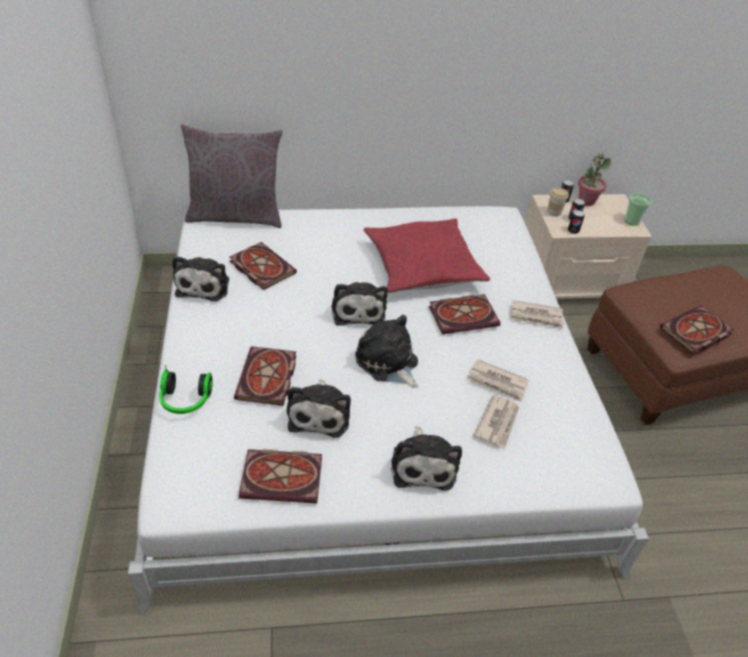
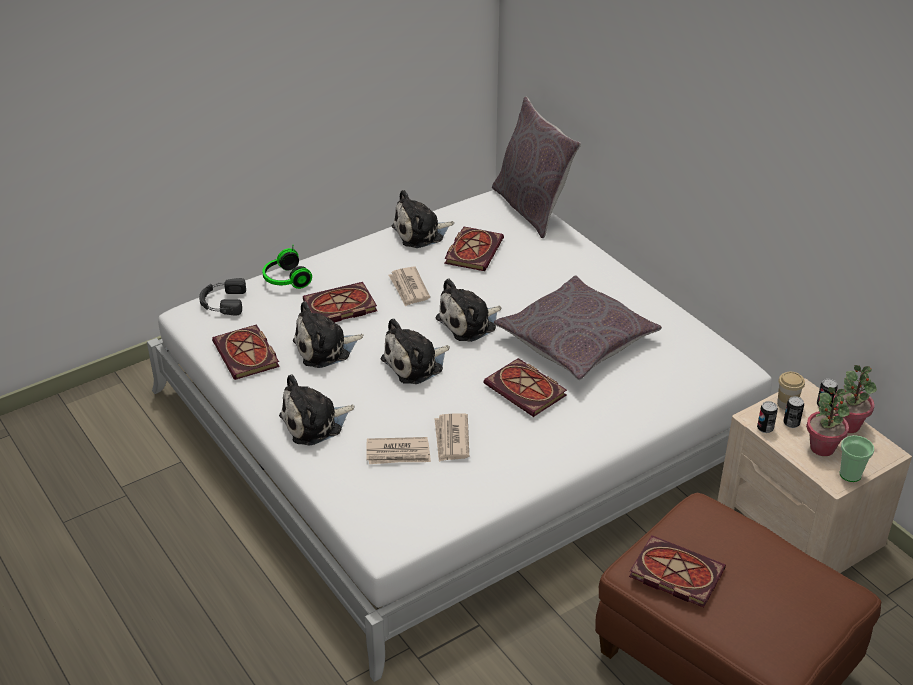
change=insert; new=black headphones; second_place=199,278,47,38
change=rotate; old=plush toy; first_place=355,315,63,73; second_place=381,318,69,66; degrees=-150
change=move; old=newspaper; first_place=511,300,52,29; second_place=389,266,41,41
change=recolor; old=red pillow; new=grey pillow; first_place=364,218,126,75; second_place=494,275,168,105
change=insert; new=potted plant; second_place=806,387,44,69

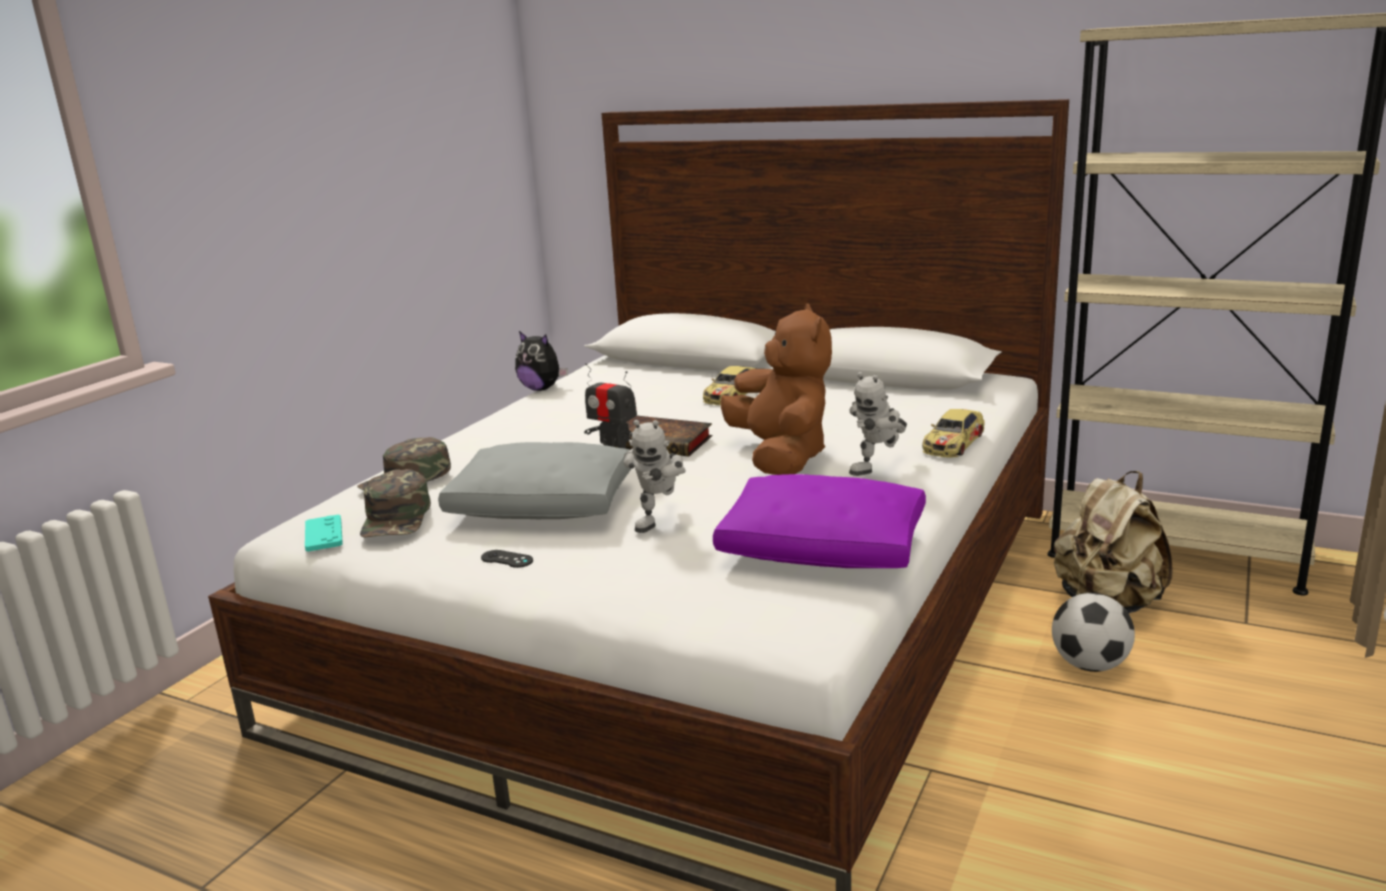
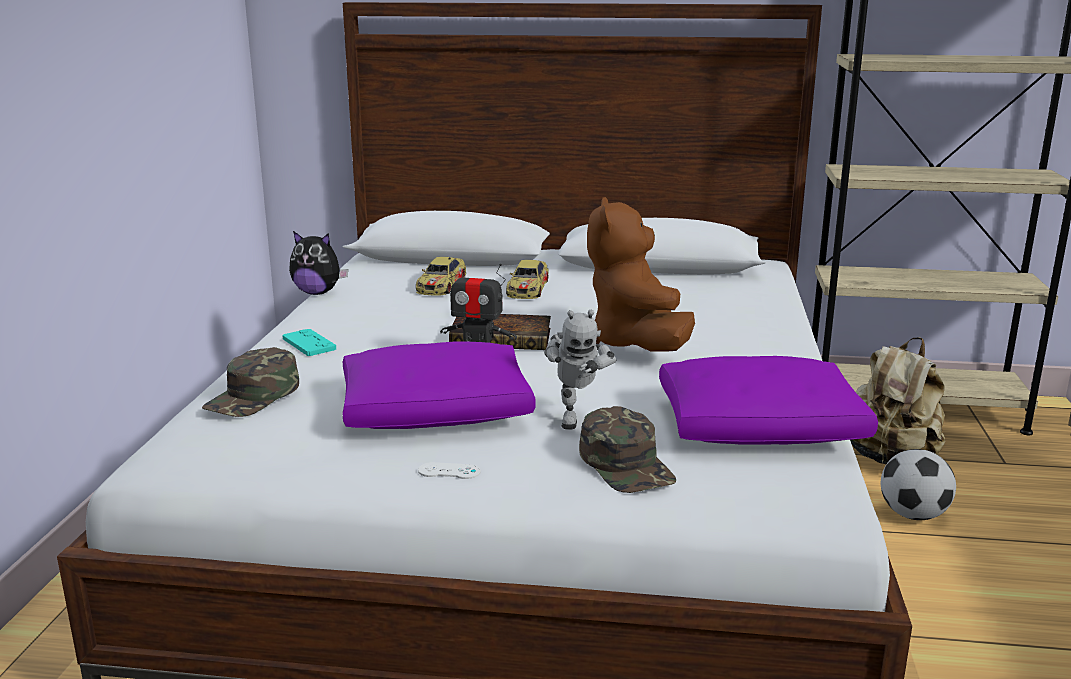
change=move; old=turquoise game controller; first_place=305,514,38,38; second_place=282,329,54,27
change=recolor; old=grey pillow; new=purple pillow; first_place=438,442,193,77; second_place=342,341,194,88
change=move; old=toy car; first_place=922,409,63,49; second_place=416,257,50,39
change=recolor; old=black game controller; new=white game controller; first_place=481,550,52,18; second_place=418,462,63,17
change=move; old=green cap; first_place=360,469,71,69; second_place=579,406,97,87
change=rotate; old=brown plush toy; first_place=721,304,111,171; second_place=587,197,108,155; degrees=-150
change=delete; old=toy robot; first_place=849,372,58,104

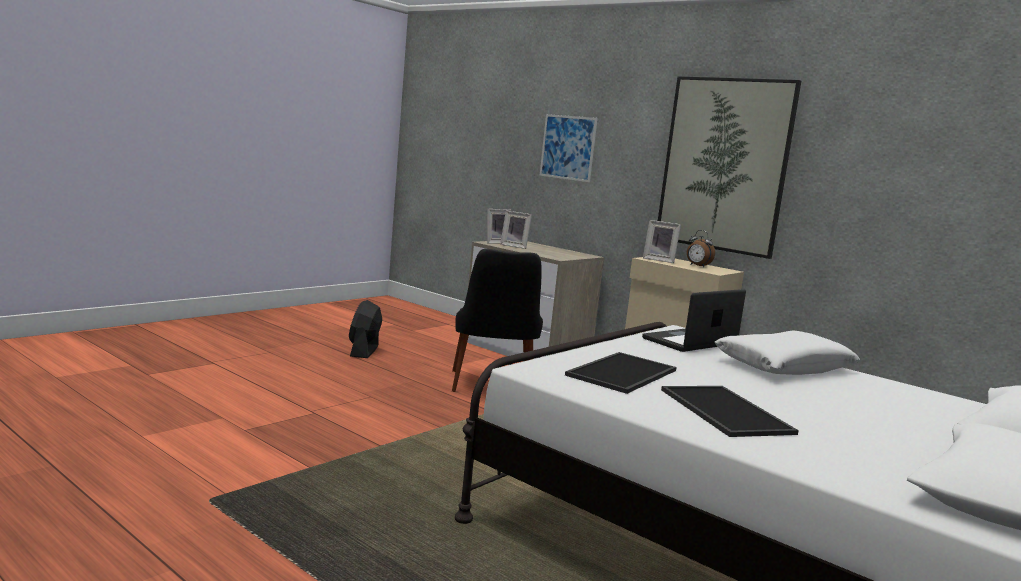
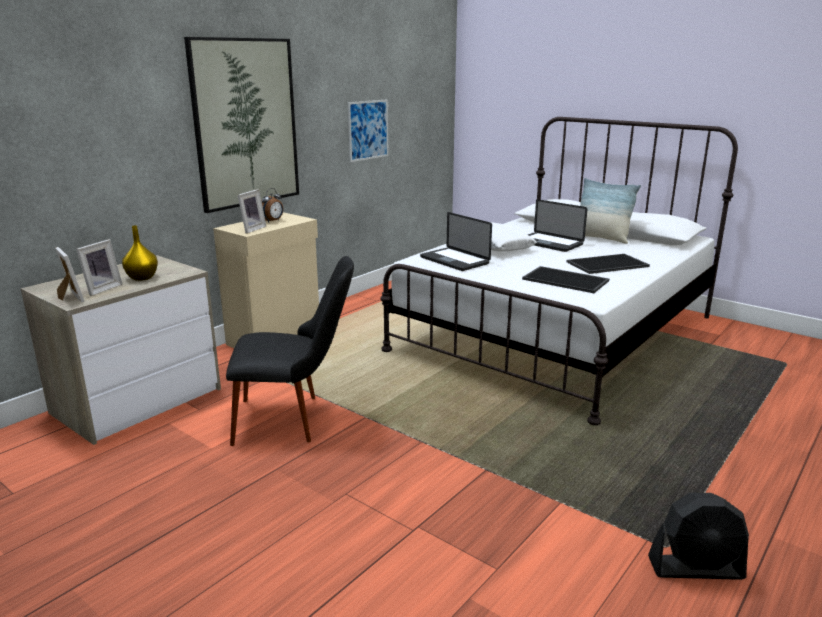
change=insert; new=yellow vase; second_place=122,225,36,56
change=move; old=picture; first_place=540,114,58,68; second_place=348,99,40,63
change=insert; new=laptop; second_place=528,199,59,53
change=insert; new=pillow; second_place=580,178,61,66
change=move; old=black fan; first_place=349,300,33,58; second_place=648,492,101,88

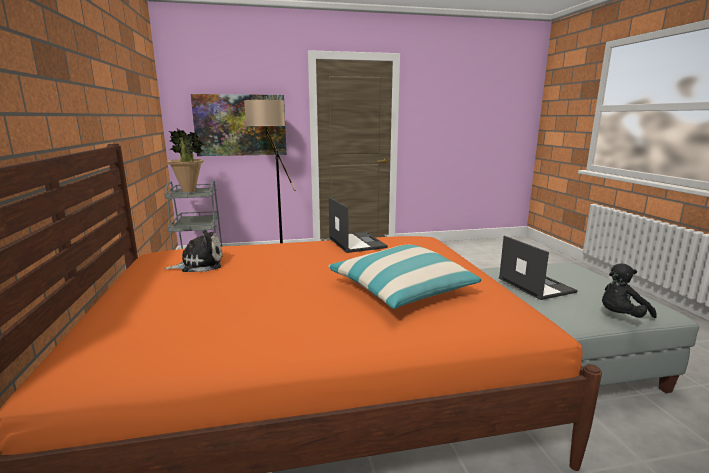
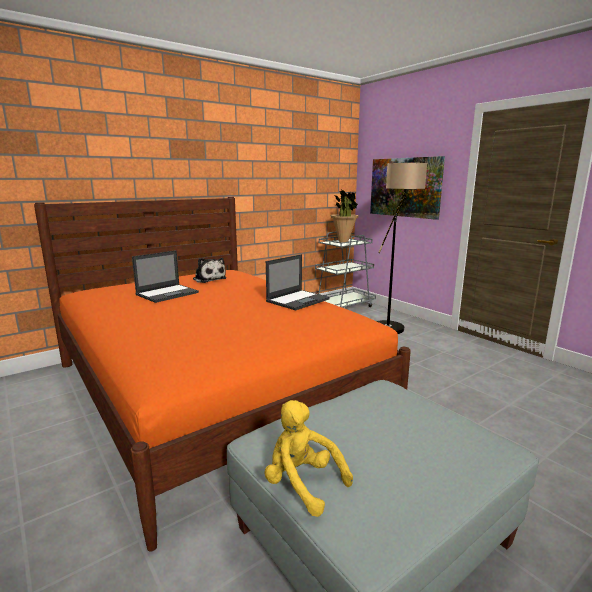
change=move; old=laptop; first_place=499,236,79,64; second_place=132,250,67,53
change=recolor; old=black plush toy; new=yellow plush toy; first_place=602,263,55,55; second_place=264,400,89,117
change=delete; old=pillow; first_place=329,245,152,64

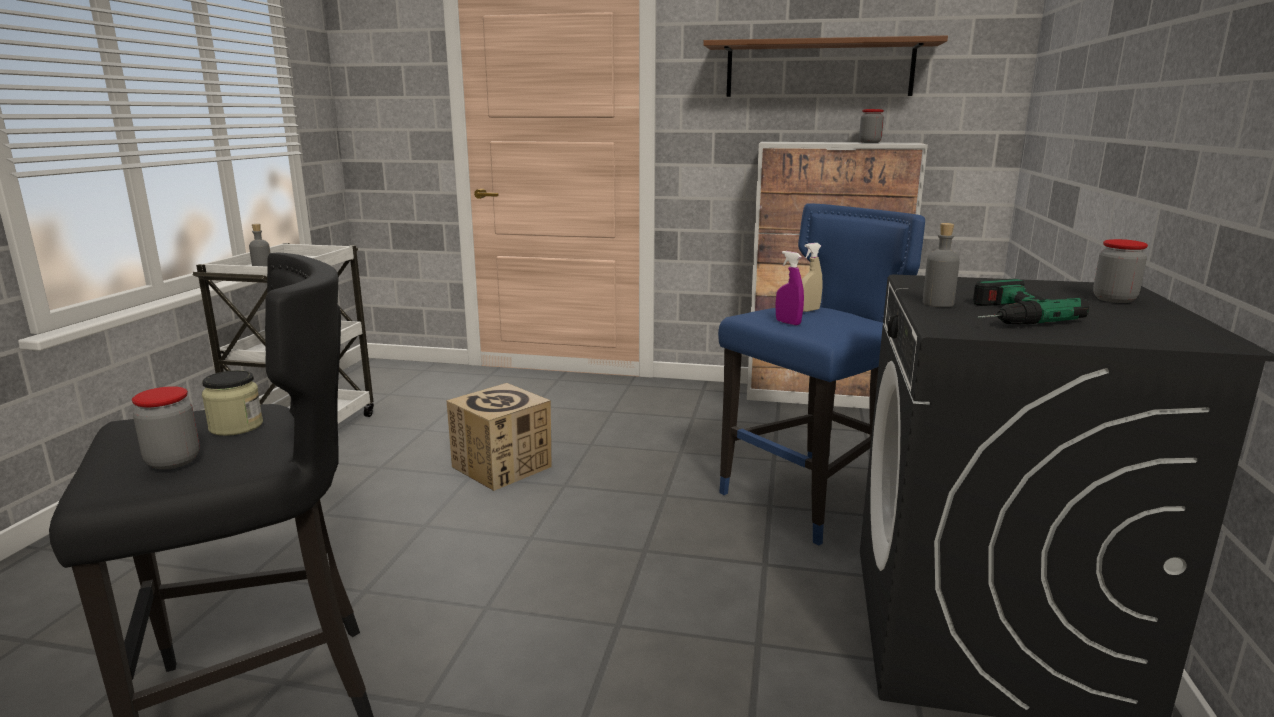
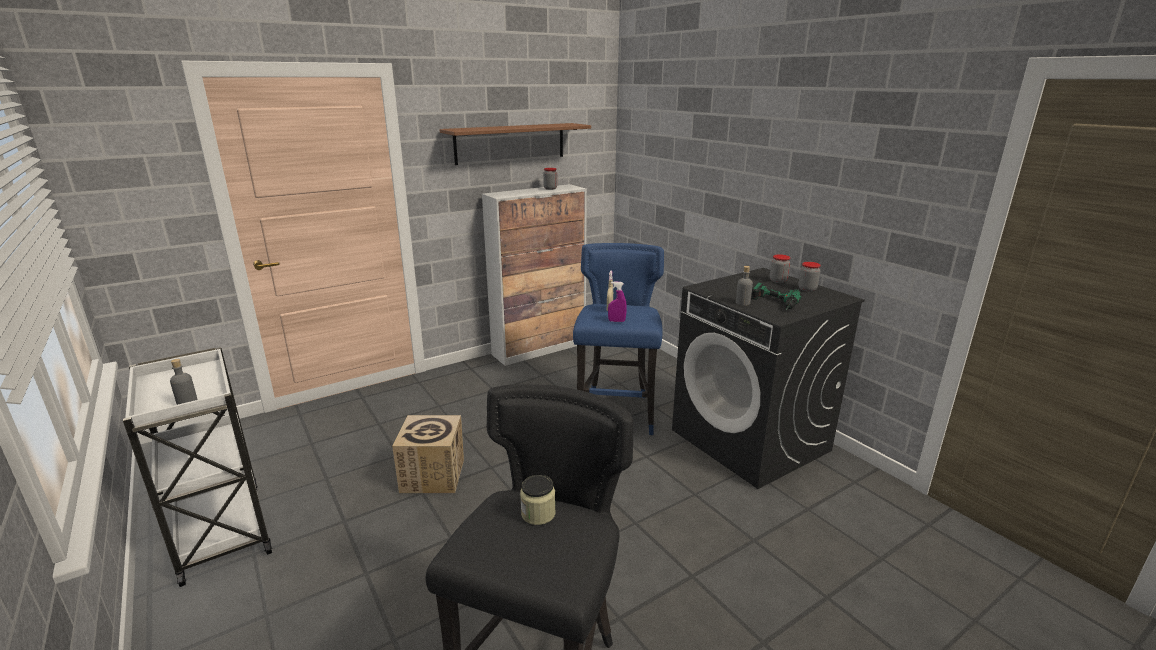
change=move; old=jar; first_place=132,386,68,83; second_place=798,262,23,30

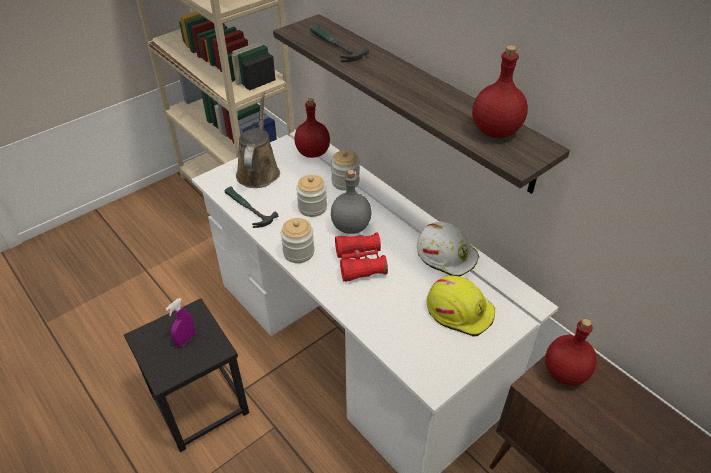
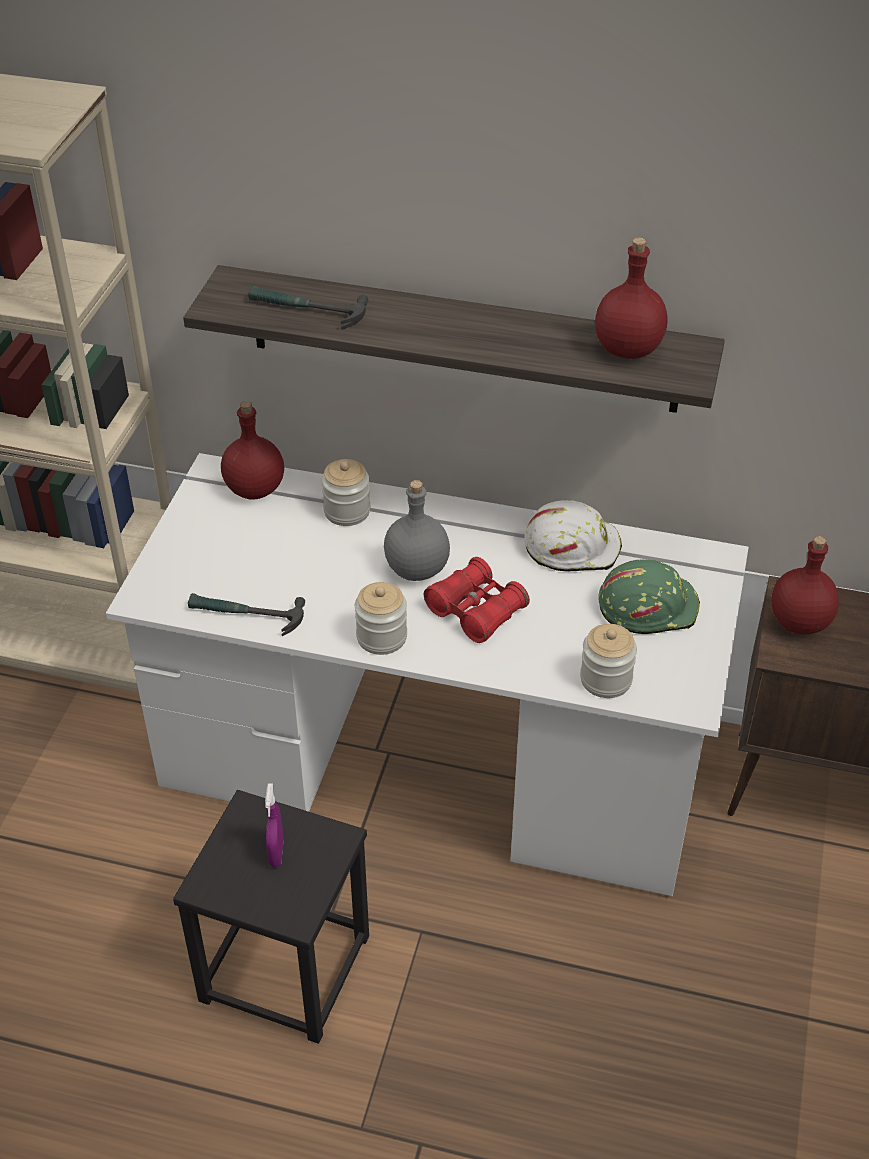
change=move; old=jar; first_place=296,175,31,42; second_place=580,624,57,74
change=recolor; old=yellow hard hat; new=green hard hat; first_place=427,275,68,62; second_place=598,559,102,75
change=delete; old=brown watering can; first_place=236,92,44,96

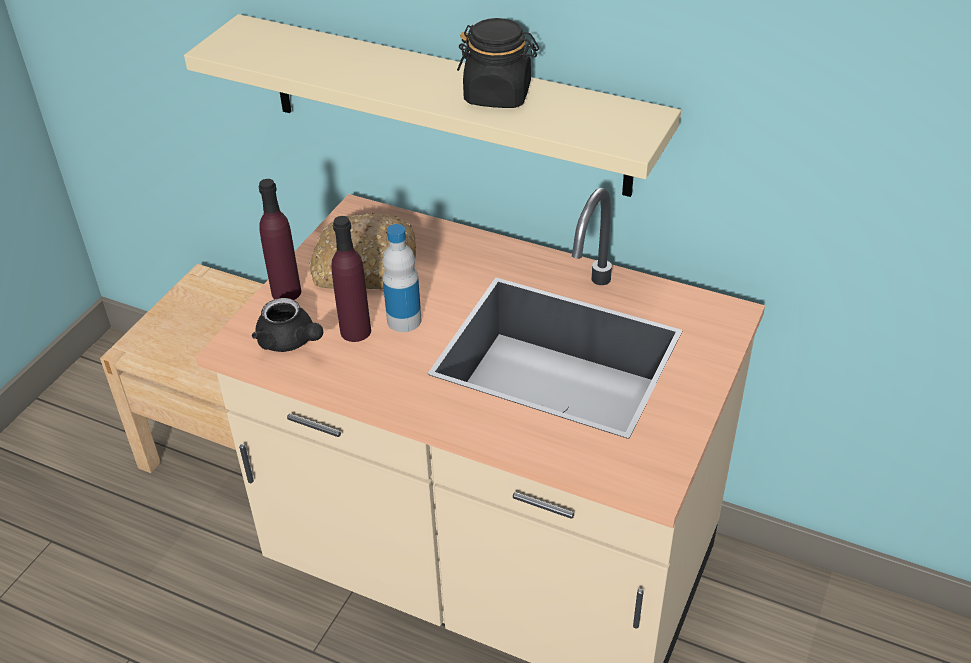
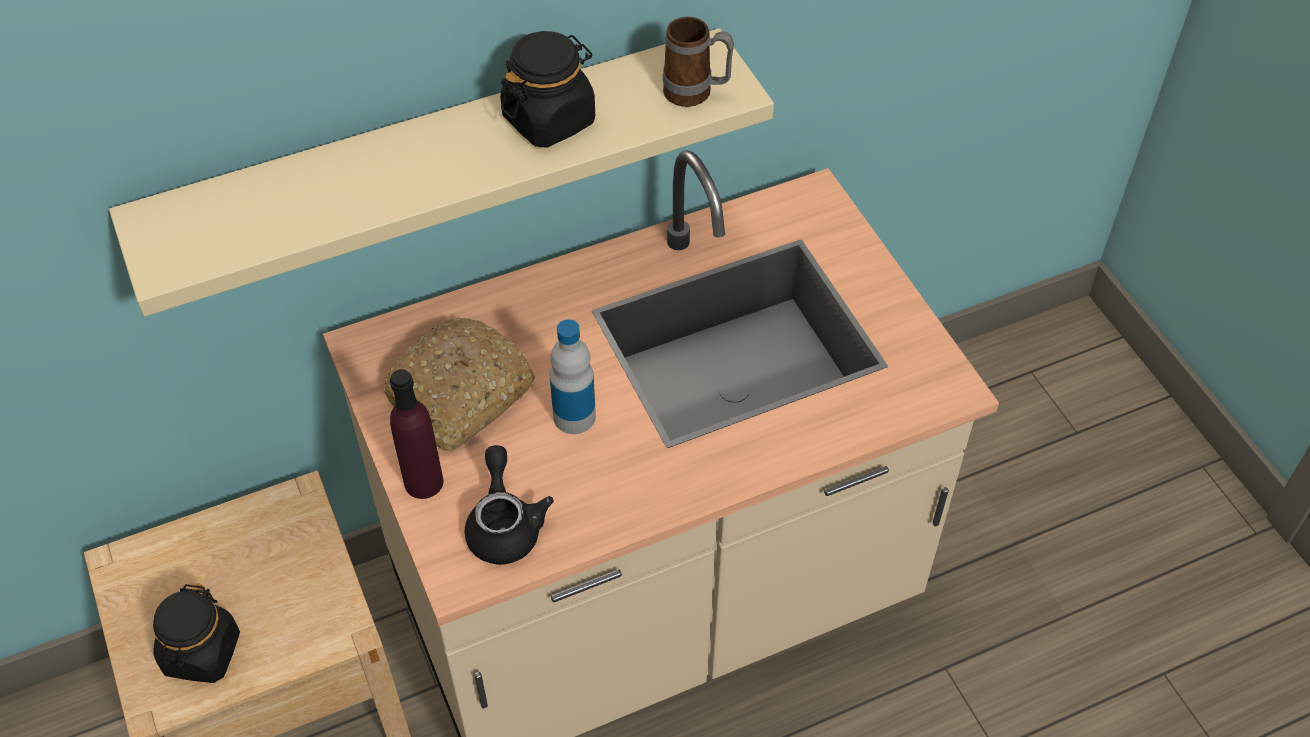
change=insert; new=black jar; second_place=153,583,87,100
change=rotate; old=black teapot; first_place=252,298,71,54; second_place=465,445,89,120; degrees=-90
change=insert; new=mug; second_place=663,17,71,90
change=delete; old=purple bottle; first_place=331,216,40,126

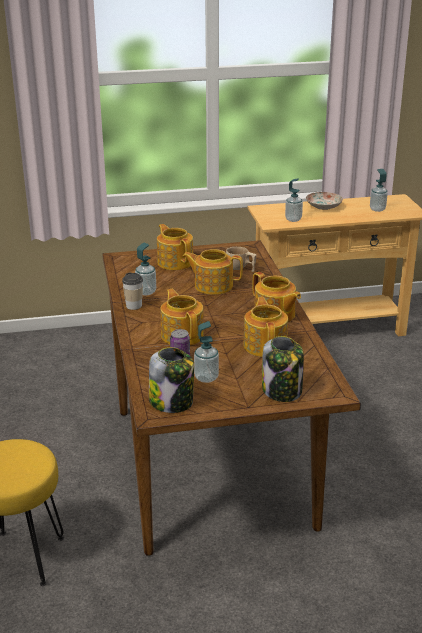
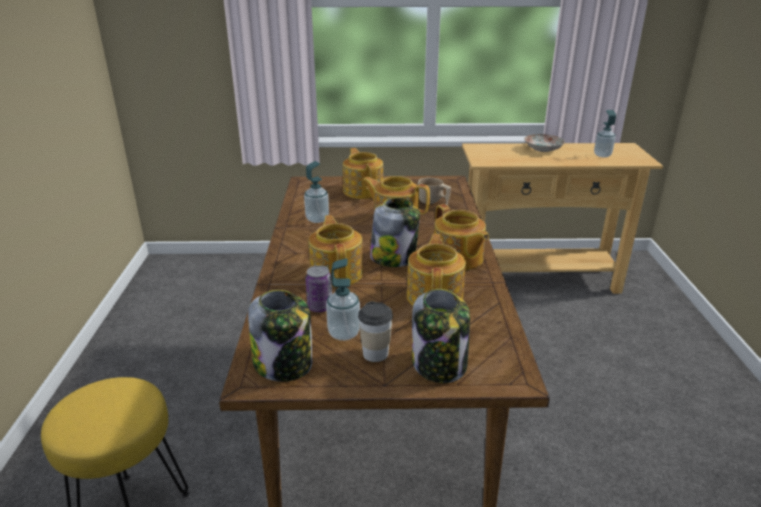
change=move; old=cup; first_place=122,273,21,37; second_place=358,301,35,61
change=insert; new=jar; second_place=370,198,50,69
change=delete; old=soap dispenser; first_place=285,178,18,44

